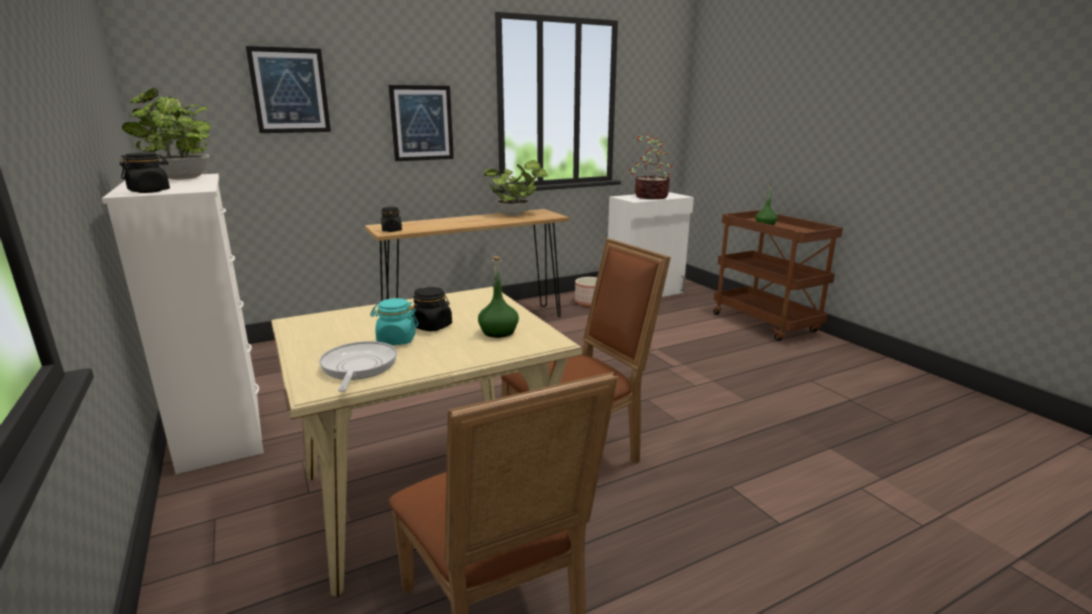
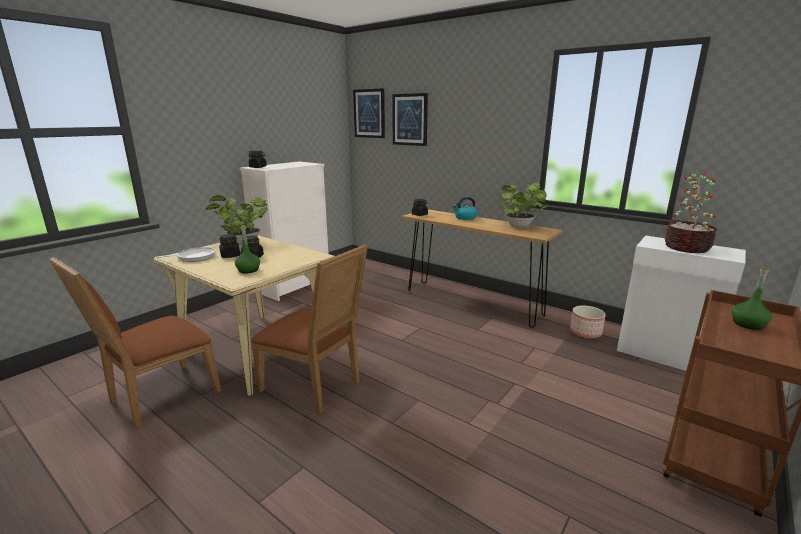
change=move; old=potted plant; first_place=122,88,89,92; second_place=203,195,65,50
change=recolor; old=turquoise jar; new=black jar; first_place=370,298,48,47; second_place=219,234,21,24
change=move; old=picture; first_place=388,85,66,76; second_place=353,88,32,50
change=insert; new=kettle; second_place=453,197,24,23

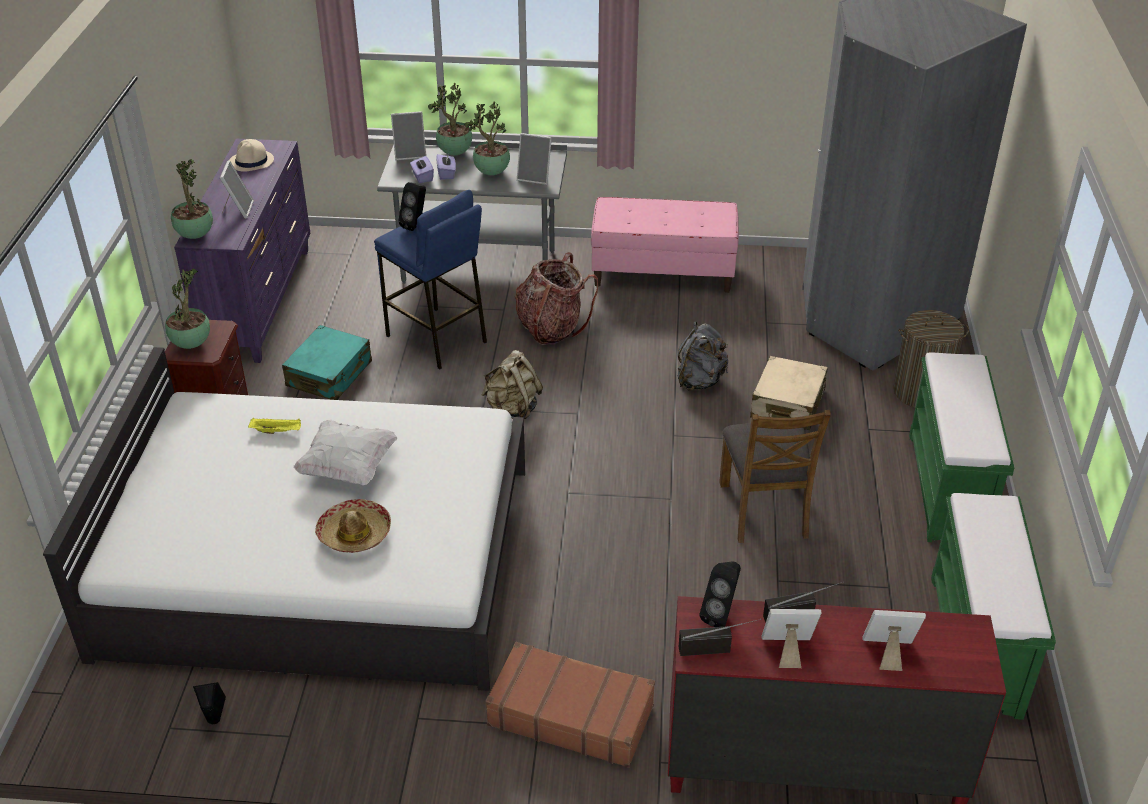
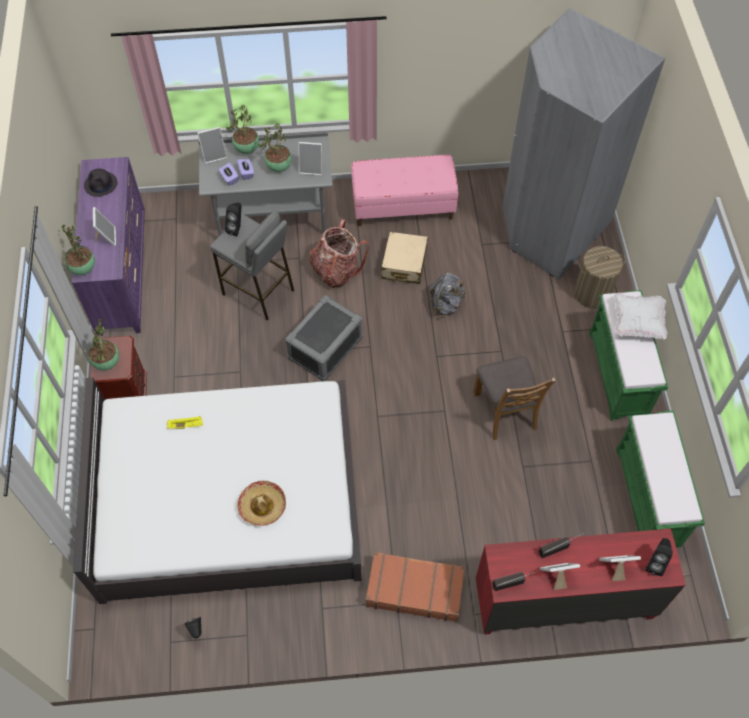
change=recolor; old=beige hat; new=black hat; first_place=230,139,44,33; second_place=84,168,33,29
change=recolor; old=blue stool; new=grey stool; first_place=374,190,113,180; second_place=210,210,84,111
change=replace; old=beige backpack; new=grey storage box; first_place=482,350,61,69; second_place=285,295,77,86
change=move; old=beige suitcase; first_place=750,356,78,74; second_place=381,232,47,52
change=move; old=white pillow; first_place=293,420,105,65; second_place=614,292,53,47
change=move; old=black speaker; first_place=699,562,42,65; second_place=645,538,28,38
change=delete; old=turquoise suitcase; first_place=282,325,90,75

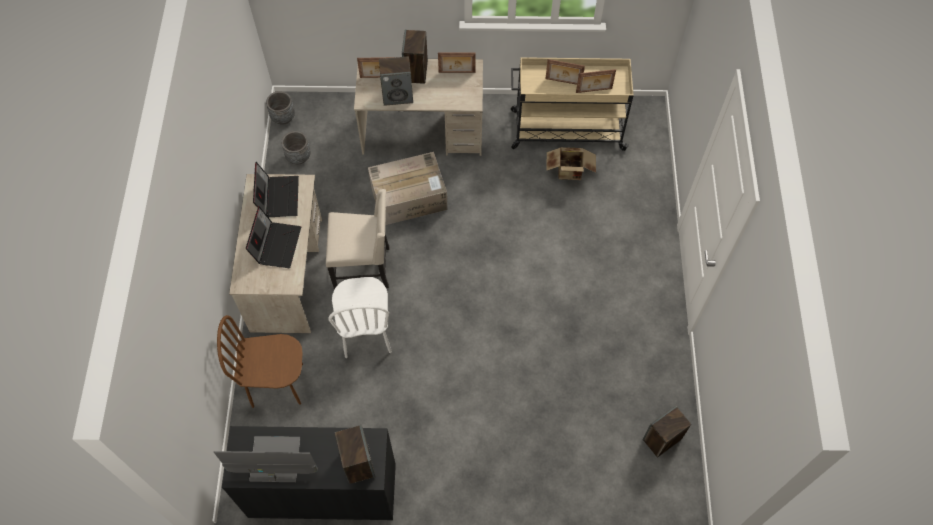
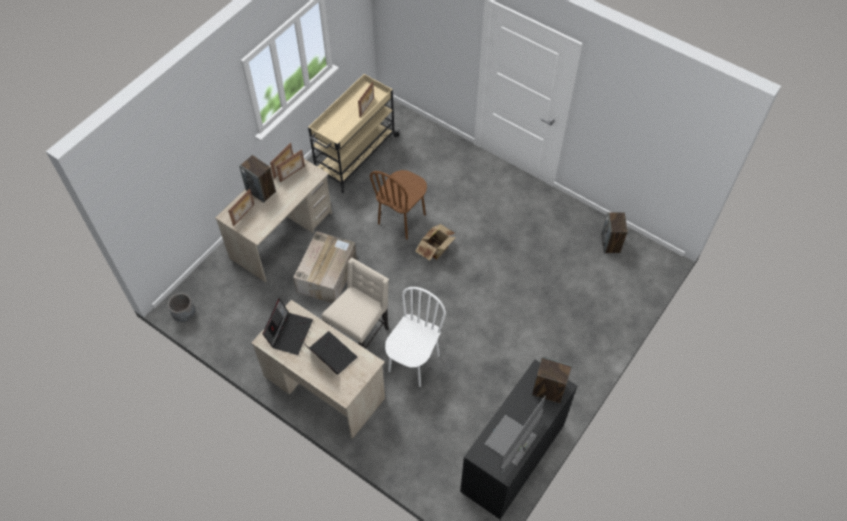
change=rotate; old=laptop; first_place=253,162,46,55; second_place=263,298,50,57; degrees=75
change=move; old=picture frame; first_place=545,59,40,26; second_place=276,150,29,32
change=move; old=brown chair; first_place=217,315,86,93; second_place=370,170,57,70
change=rotate; old=white chair; first_place=328,277,64,81; second_place=385,287,61,100; degrees=-90
change=move; old=cardboard box; first_place=546,147,50,33; second_place=415,224,41,37
change=delete; old=grey planter; first_place=281,131,30,34
change=delete; old=speaker; first_place=379,56,34,50

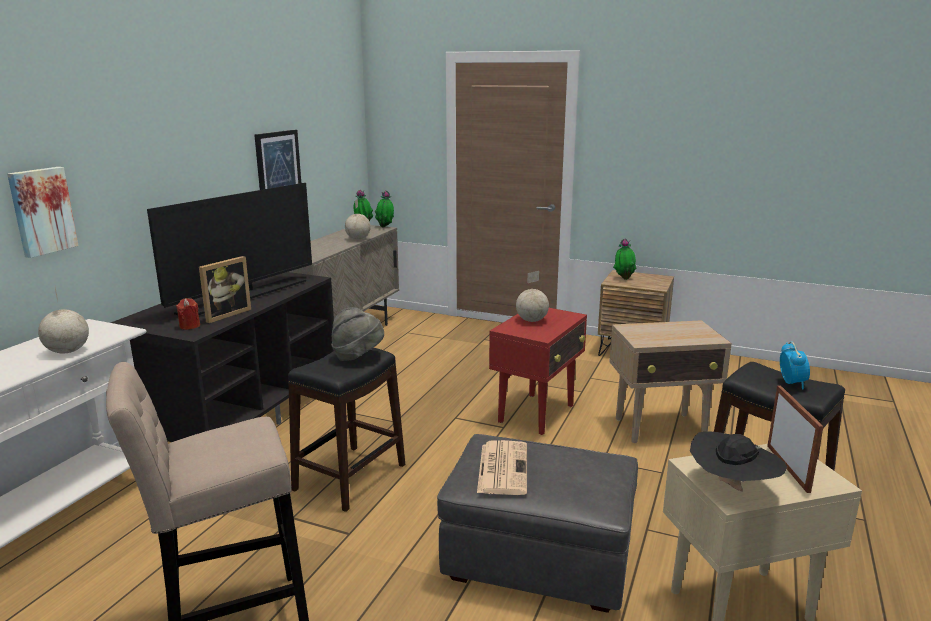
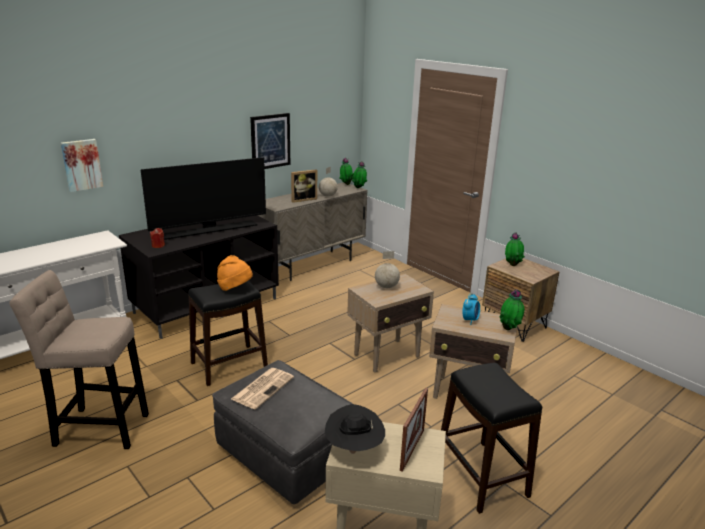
change=recolor; old=grey hat; new=orange hat; first_place=332,307,52,54; second_place=217,255,36,36
change=move; old=picture frame; first_place=199,256,52,67; second_place=291,170,26,33
change=recolor; old=red side table; new=beige side table; first_place=489,308,98,127; second_place=347,274,87,99
change=move; old=alarm clock; first_place=780,342,30,48; second_place=462,293,18,32
change=insert; new=potted plant; second_place=499,289,25,41
change=delete; old=globe; first_place=38,287,51,66

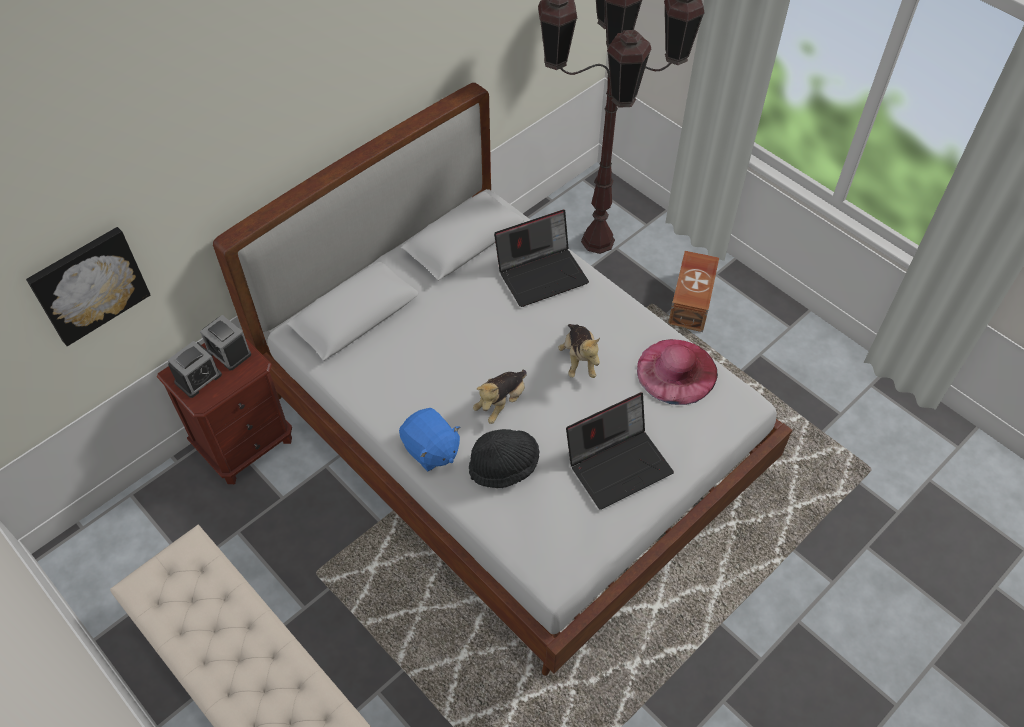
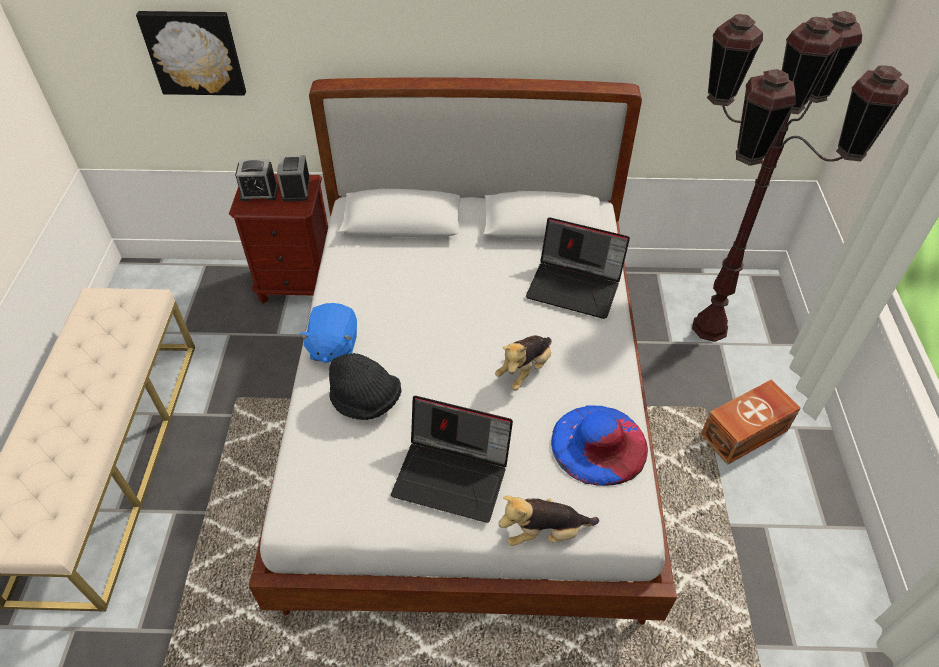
change=move; old=plush toy; first_place=473,370,54,54; second_place=499,495,100,51
change=recolor; old=pink hat; new=blue hat; first_place=637,339,81,66; second_place=551,405,97,81

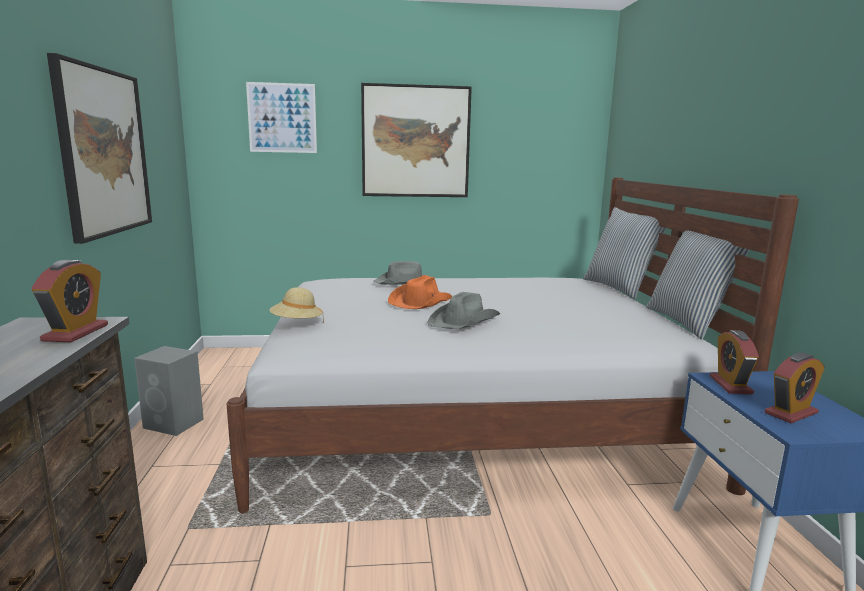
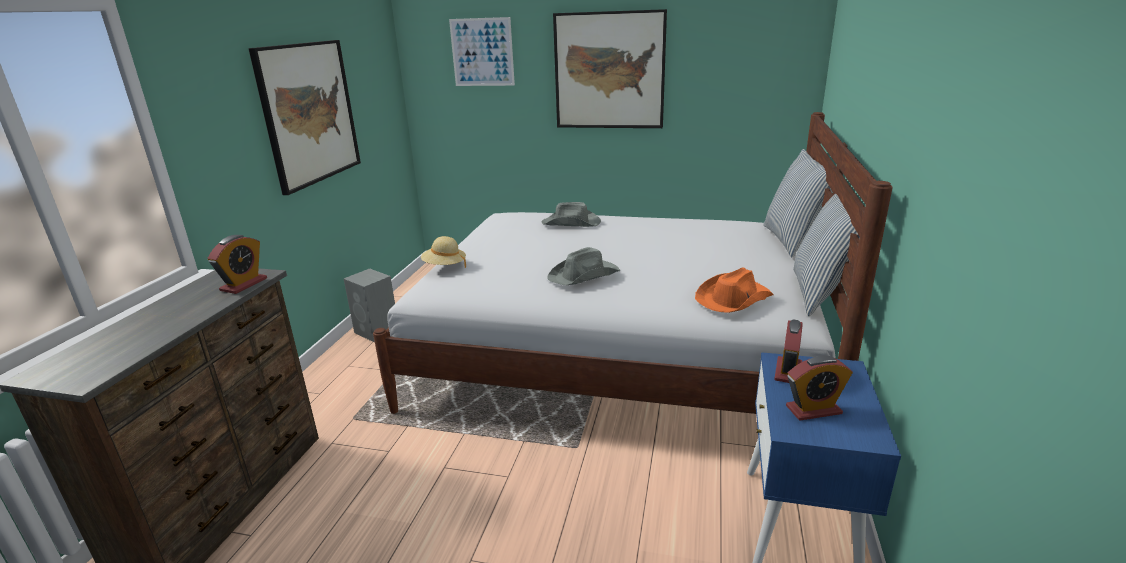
change=move; old=orange hat; first_place=388,275,64,34; second_place=695,267,79,46

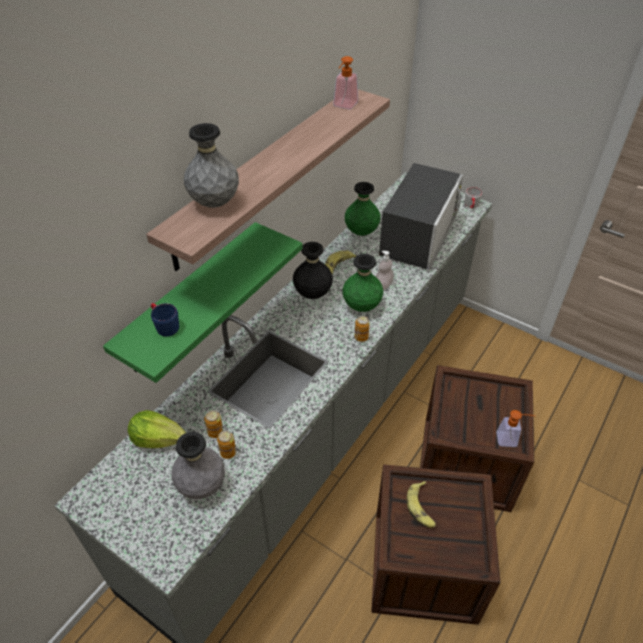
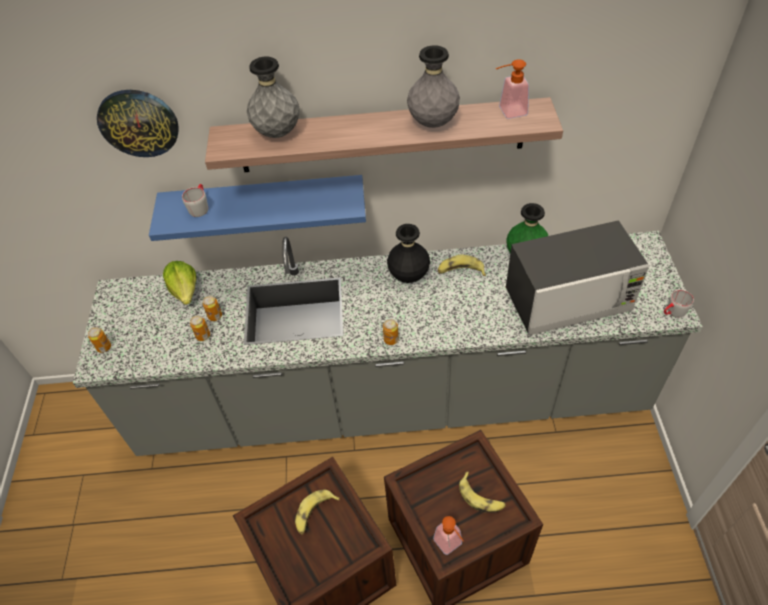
change=insert; new=can; second_place=88,327,23,26
change=insert; new=wall clock; second_place=97,90,82,67
change=recolor; old=green shelf; new=blue shelf; first_place=103,222,200,161; second_place=149,175,217,66
change=recolor; old=blue mug; new=grey mug; first_place=151,303,28,33; second_place=182,184,26,33
change=move; old=grey vase; first_place=171,432,54,67; second_place=407,45,53,83
change=insert; new=banana; second_place=459,472,47,41
change=delete; old=green vase; first_place=342,254,42,58
change=delete; old=soap dispenser; first_place=375,251,19,39

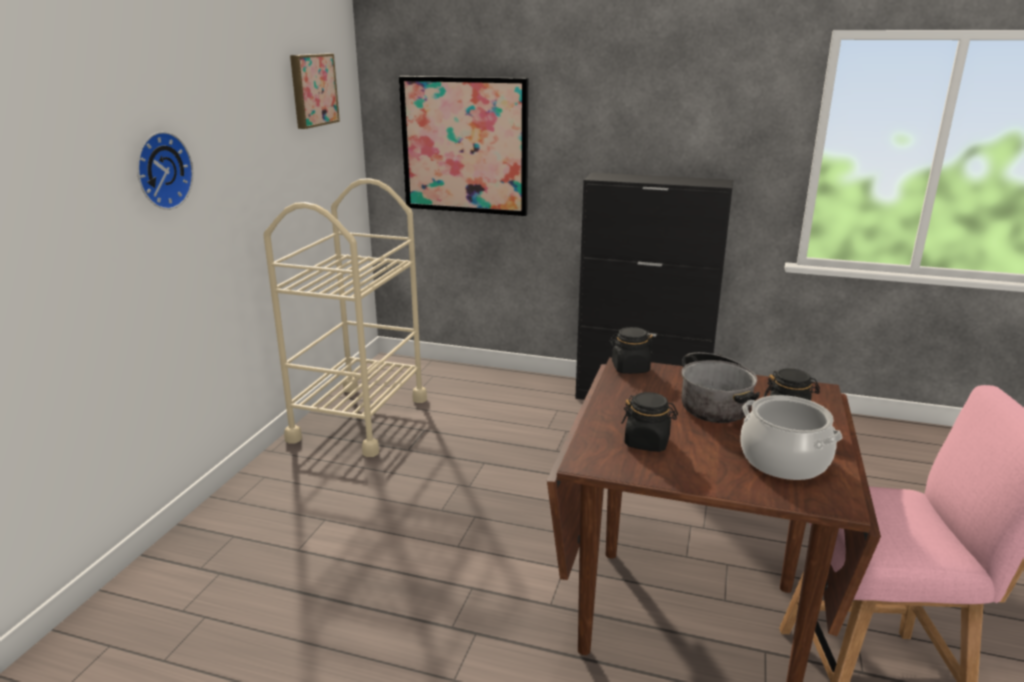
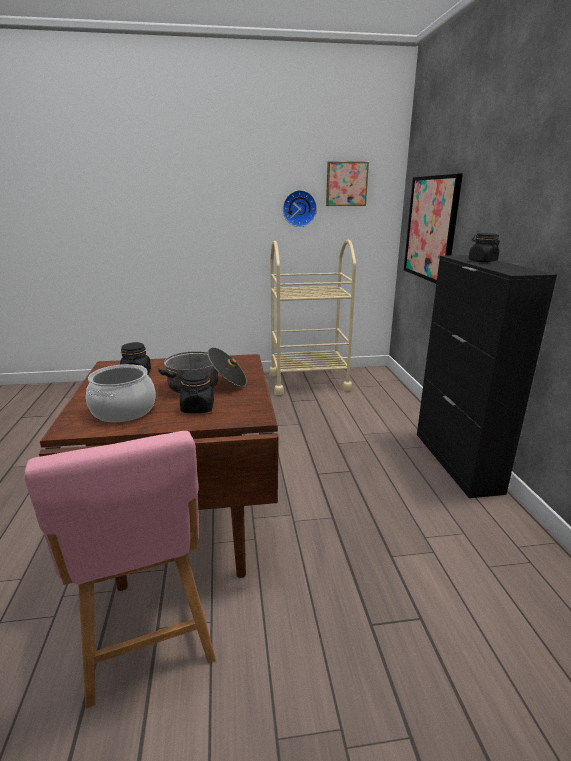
change=move; old=wall clock; first_place=137,132,56,78; second_place=283,190,34,37
change=move; old=black jar; first_place=609,327,45,47; second_place=468,233,32,29

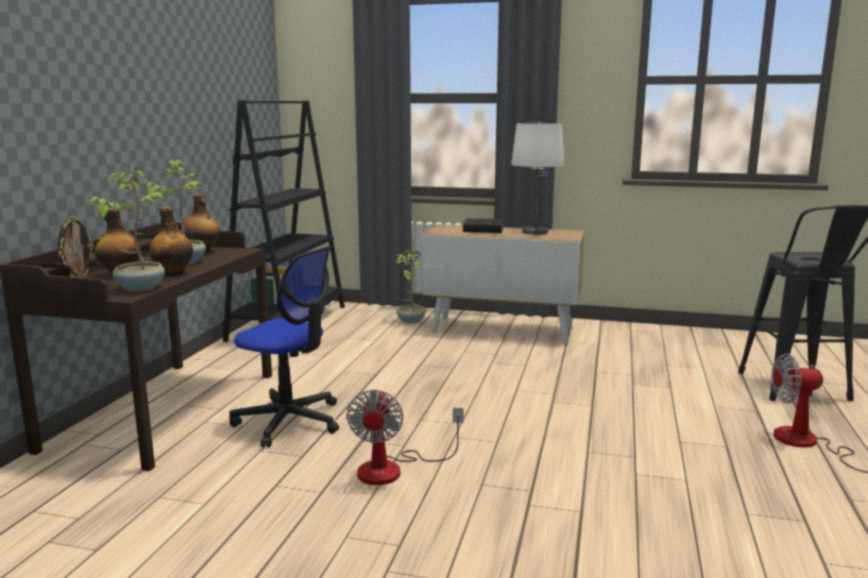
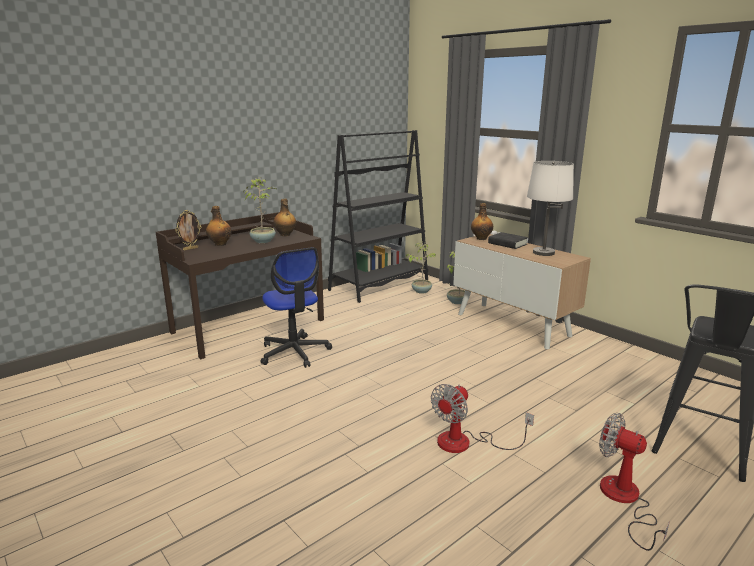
change=move; old=potted plant; first_place=90,167,75,125; second_place=406,242,30,52
change=move; old=fan; first_place=346,390,118,95; second_place=431,384,103,69
change=move; old=bottle; first_place=149,207,44,69; second_place=471,203,22,37

